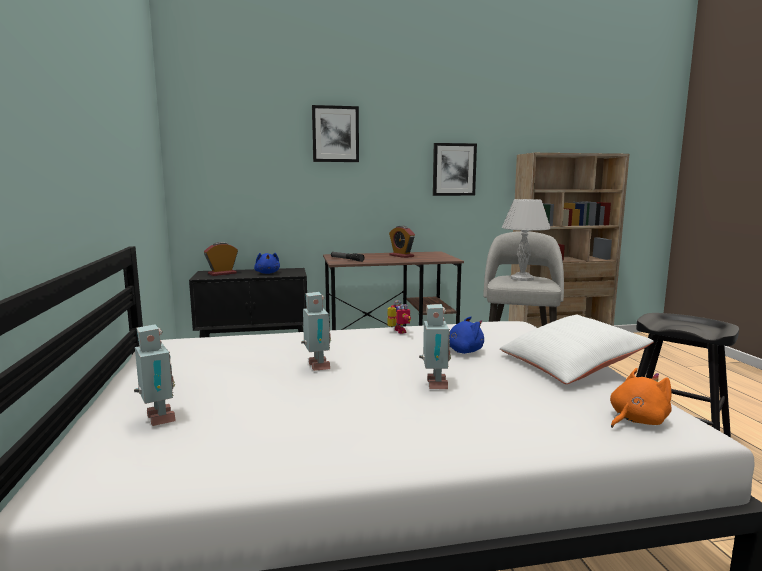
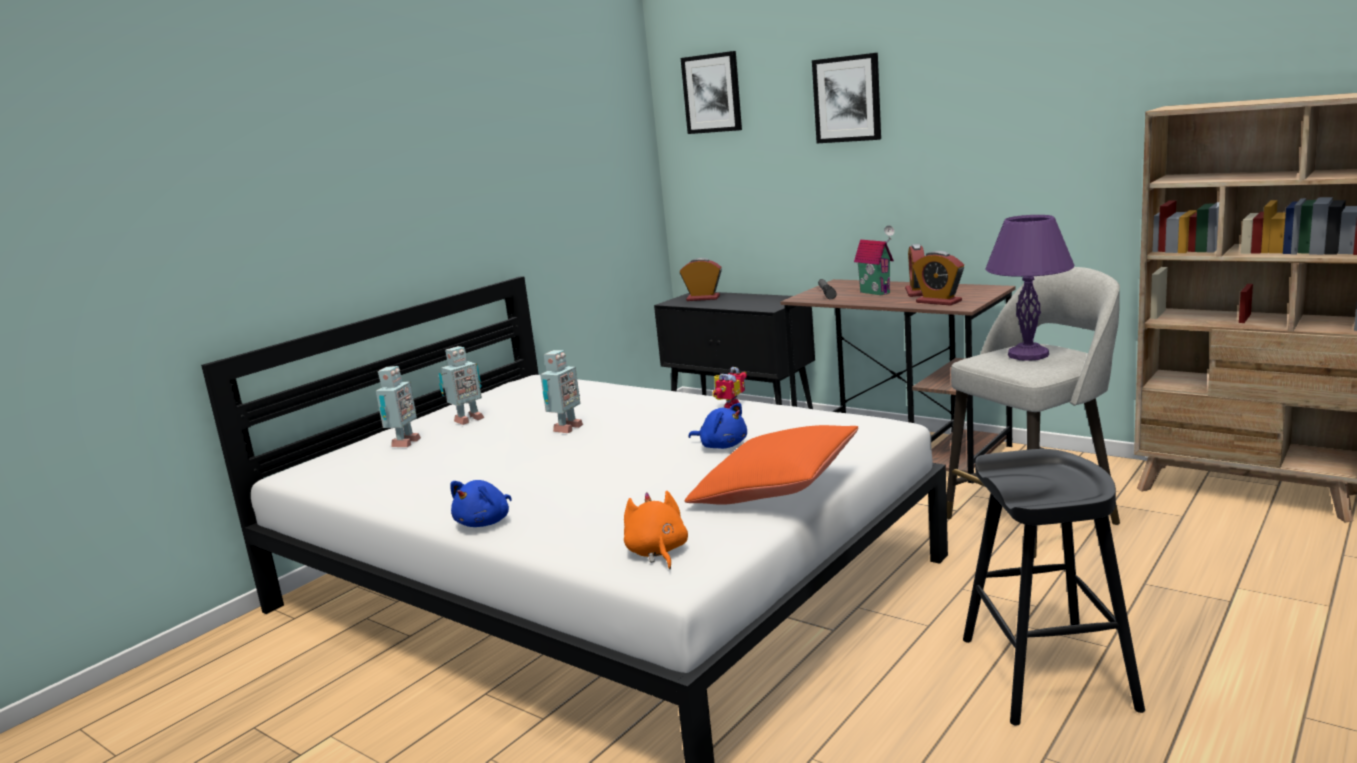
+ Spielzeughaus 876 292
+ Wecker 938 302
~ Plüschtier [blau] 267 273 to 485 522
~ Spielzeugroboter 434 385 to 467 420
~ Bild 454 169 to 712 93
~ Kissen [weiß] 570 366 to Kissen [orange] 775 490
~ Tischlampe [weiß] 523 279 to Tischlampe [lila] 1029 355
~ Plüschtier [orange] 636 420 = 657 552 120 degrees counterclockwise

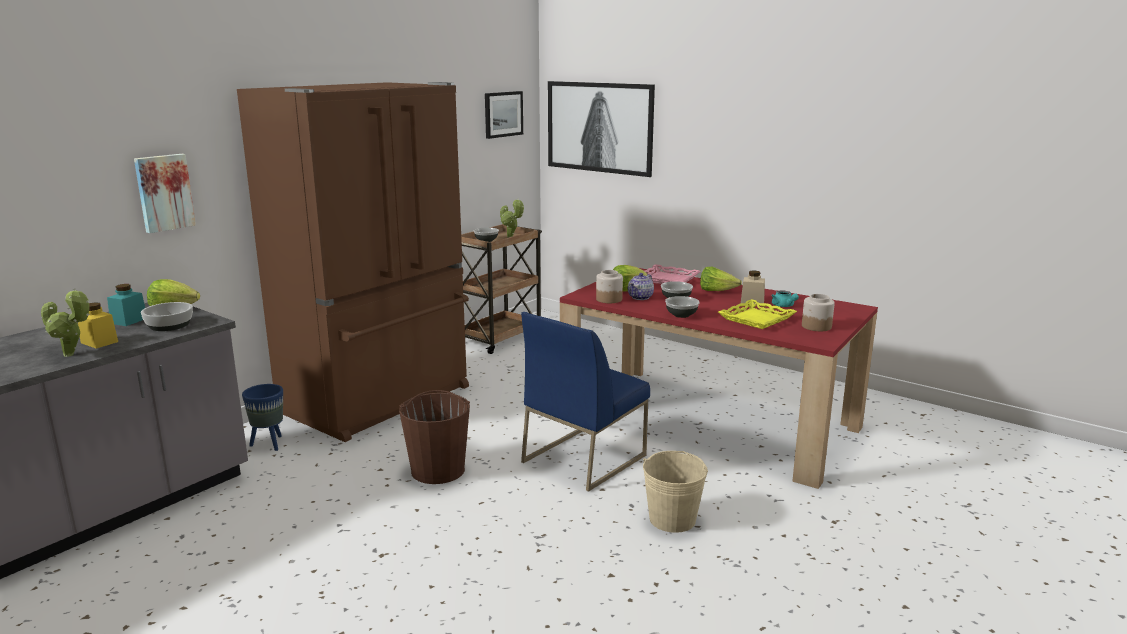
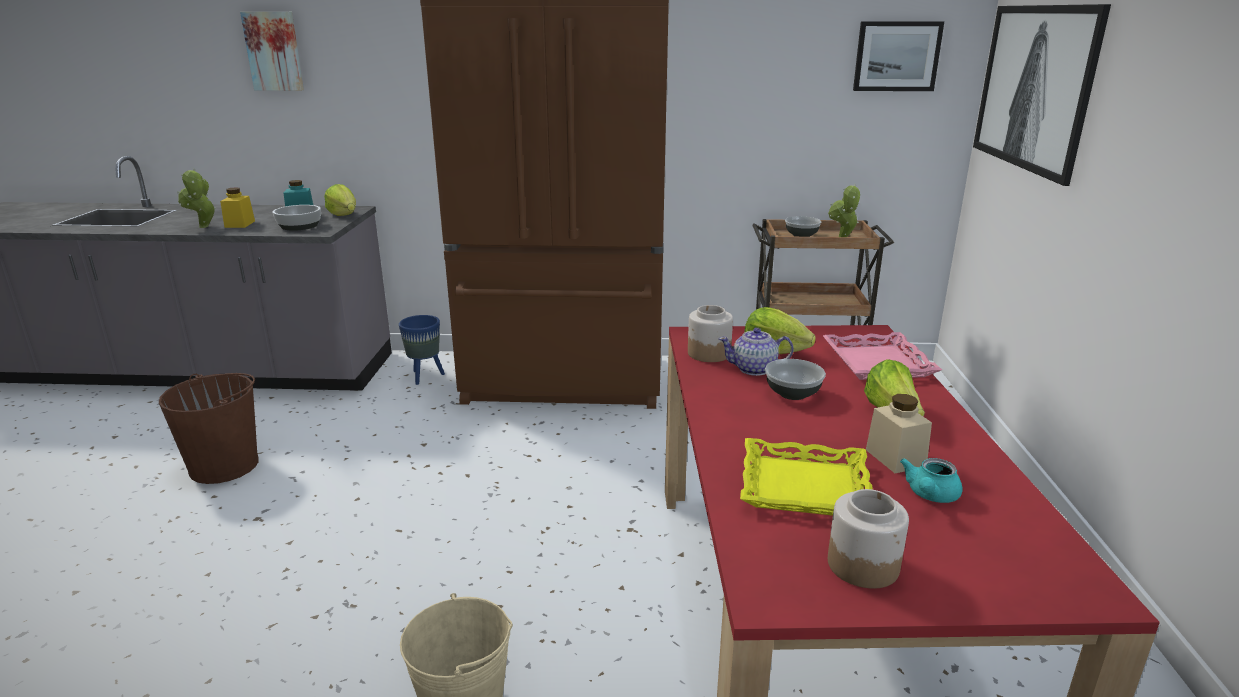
- Stuhl [blau] 584 458
- Schüssel 682 315
~ Bild 164 192 to 274 51
~ Eimer [braun] 438 470 to 225 466

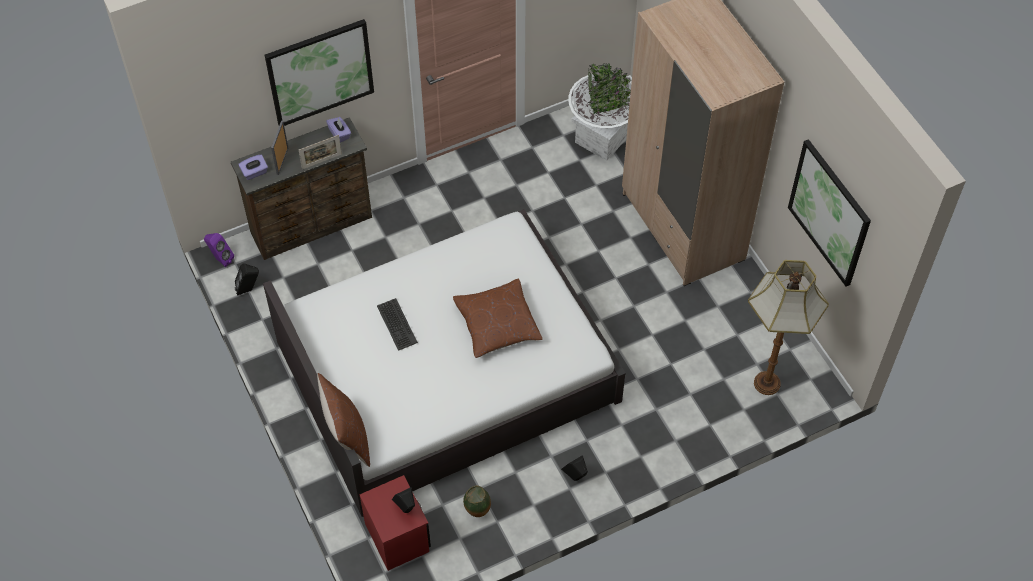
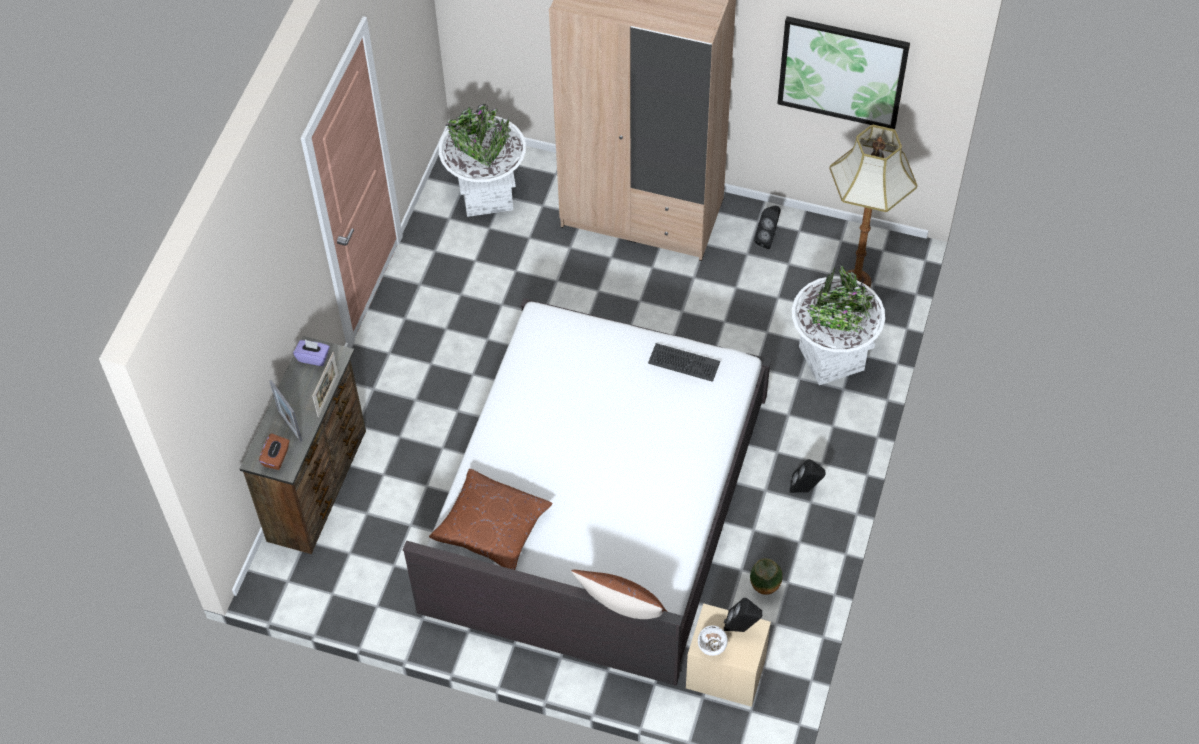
- Lautsprecher [lila] 220 259
- Bild 320 72
+ Schüssel [weiß] 712 648
+ Pflanzkübel [weiß] 831 358
~ Lautsprecher [schwarz] 249 289 to 768 239
~ Tastatur 396 324 to 683 363
~ Kissen [braun] 497 325 to 492 528
~ Taschentuchbox [lila] 254 172 to Taschentuchbox [braun] 276 458
~ Nachttisch [rot] 397 537 to Nachttisch [beige] 726 672

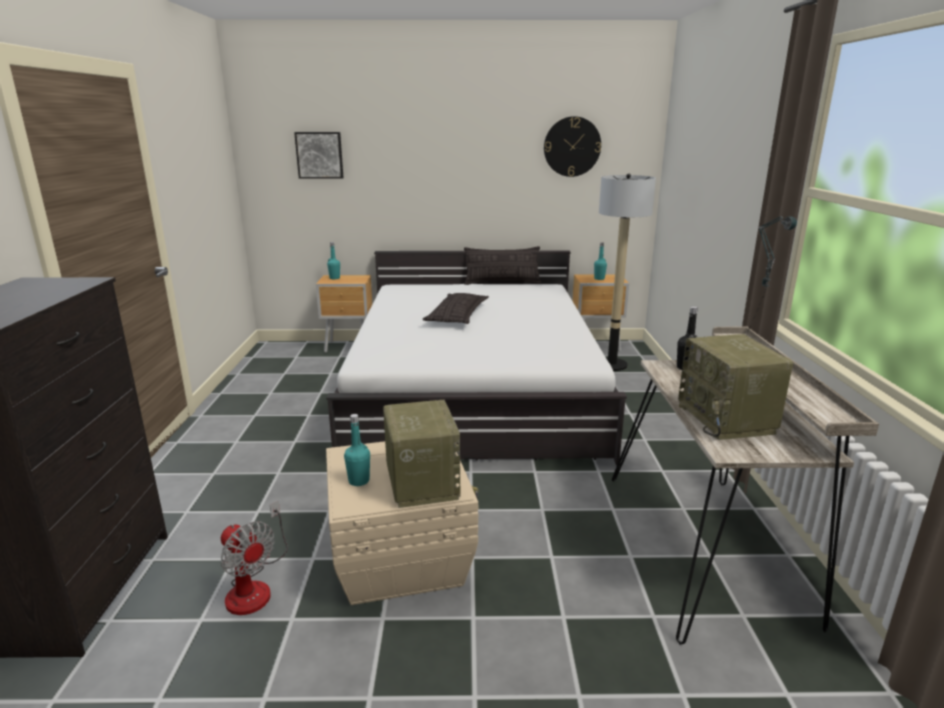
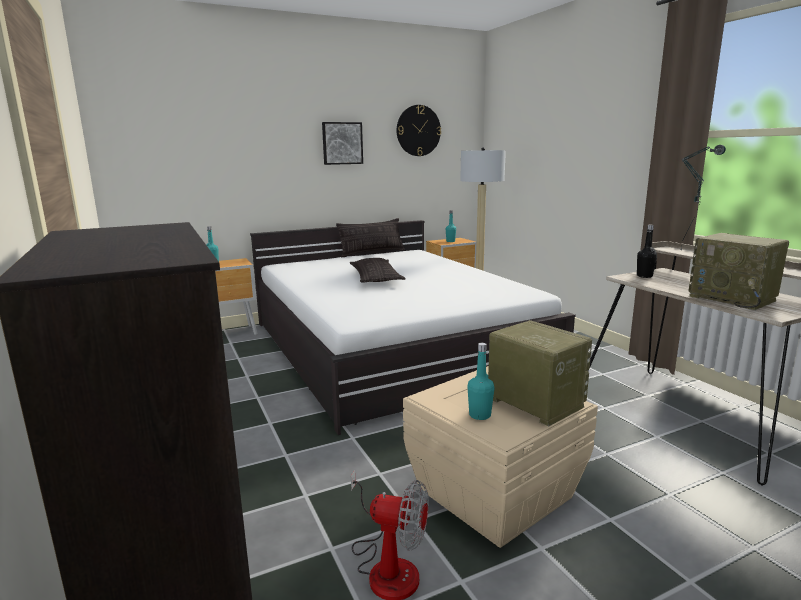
~ Bild 319 155 to 342 143

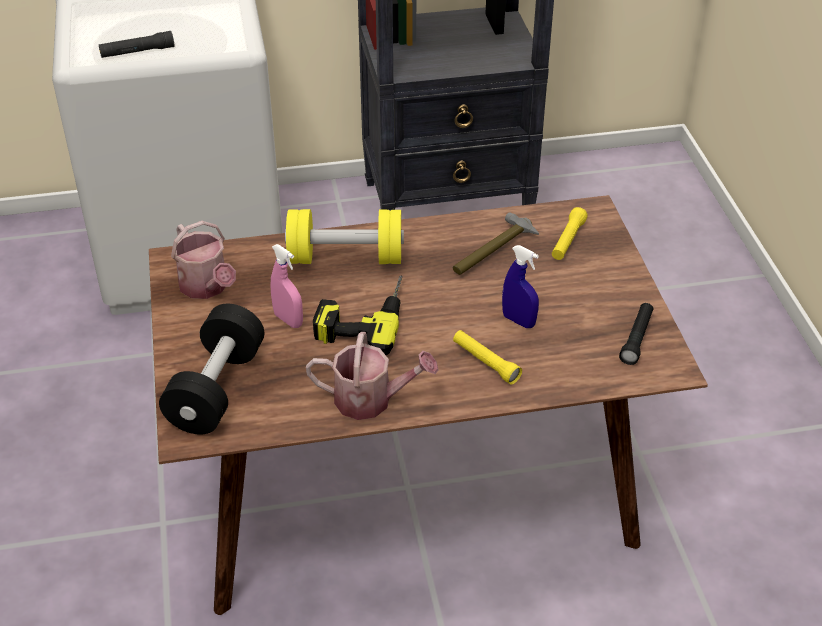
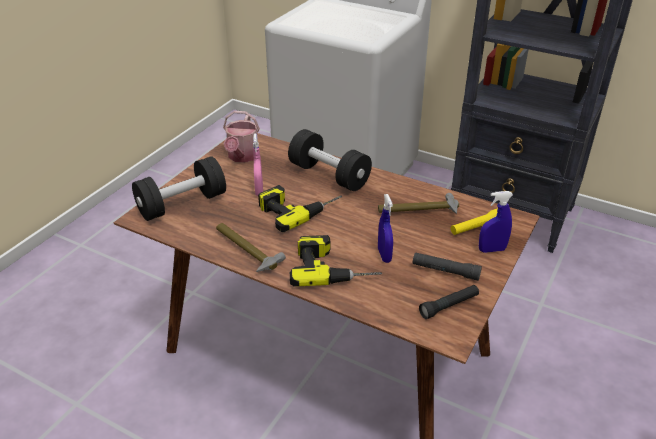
+ Sprühflasche [blau] 492 250
~ Taschenlampe [schwarz] 137 52 to 445 271
~ Gießkanne 371 400 to Hammer 246 250
~ Taschenlampe [gelb] 485 362 to Bohrmaschine 334 266
~ Hantel [gelb] 345 257 to Hantel [schwarz] 329 175

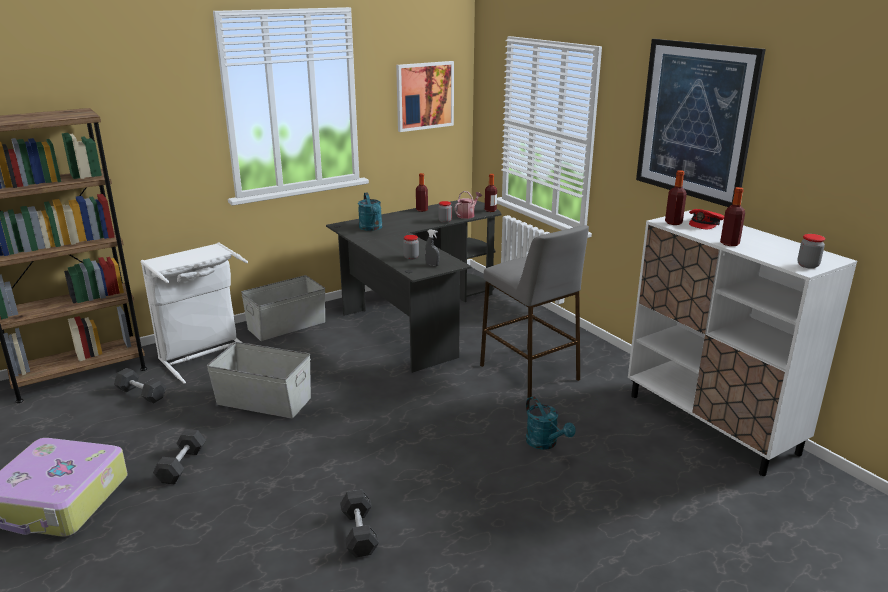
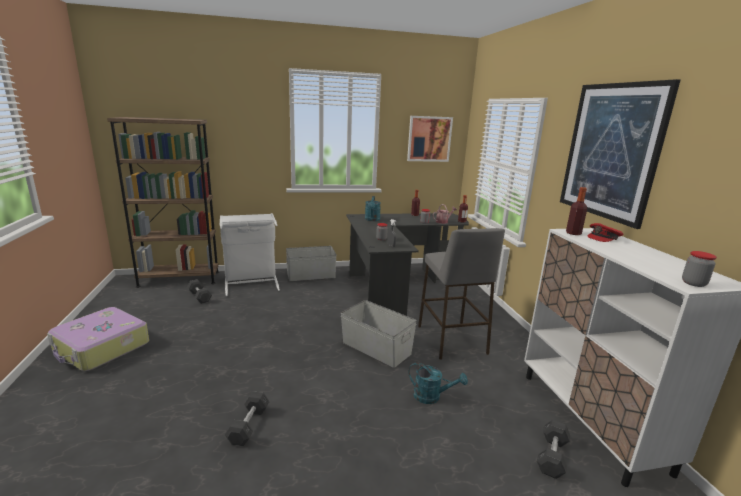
- Flasche 729 243
~ Hantel [grau] 182 465 to 552 456
~ Aufbewahrungsbox [grau] 264 401 to 376 348
~ Gießkanne [türkis] 545 443 = 432 397 60 degrees counterclockwise

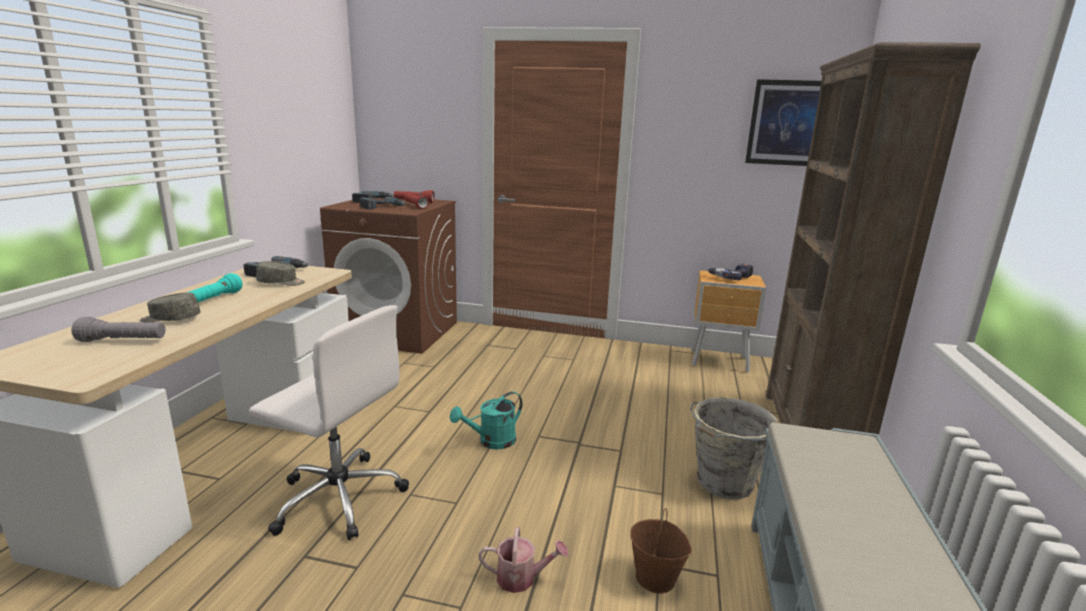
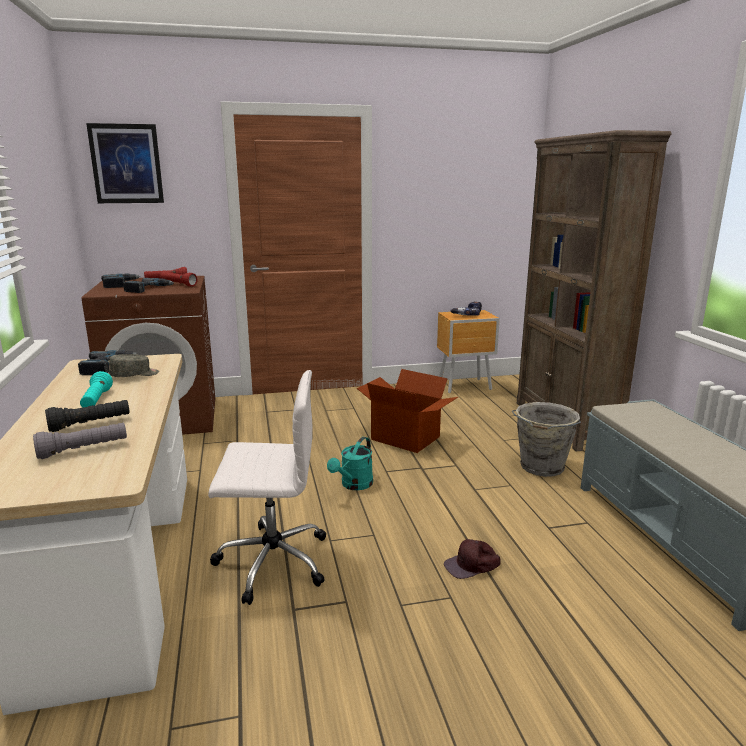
- Eimer [braun] 656 578
+ Karton 406 438
~ Bild 786 123 to 126 164
~ Kappe [grau] 170 319 to Taschenlampe [schwarz] 90 424
~ Gießkanne 522 578 to Kappe [braun] 472 565

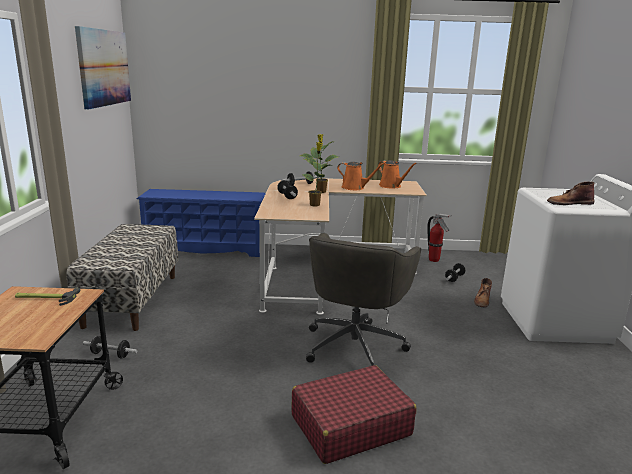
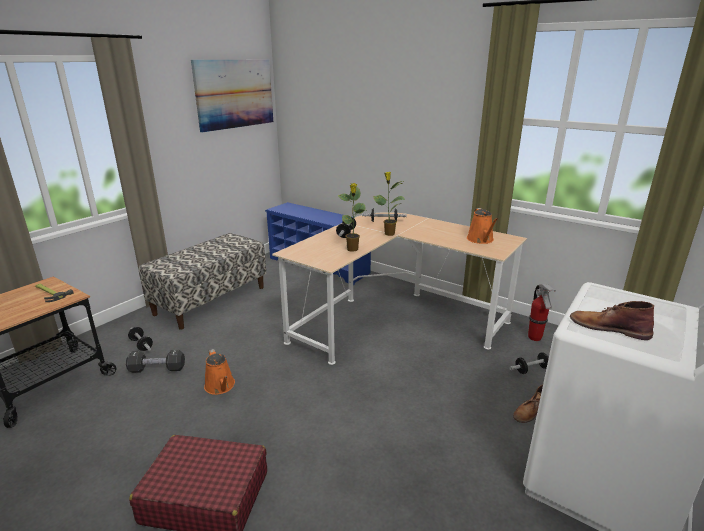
- Bürostuhl [grau] 355 345
+ Hantel [schwarz] 157 369
~ Gießkanne [orange] 355 188 to 220 386

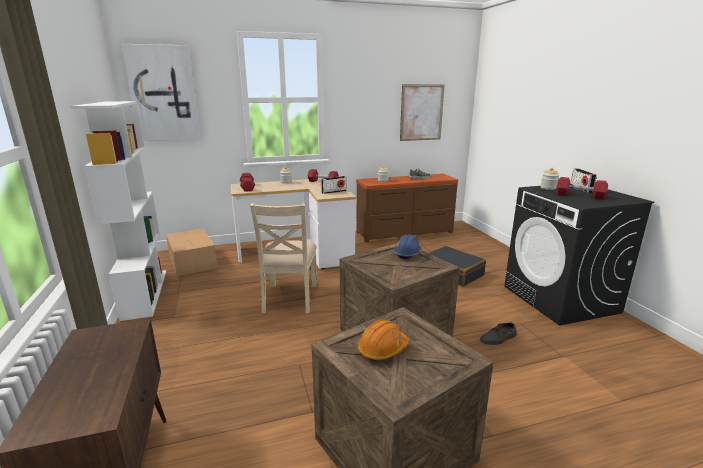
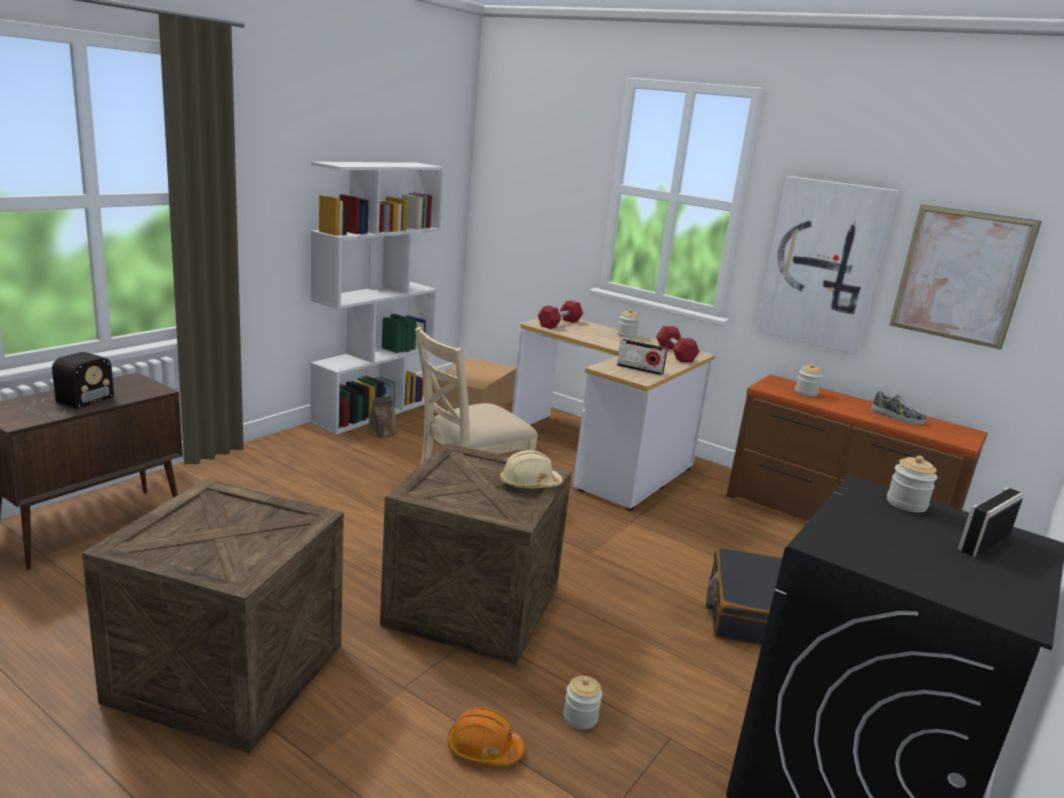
- Hantel [rot] 579 195
+ Radio 68 403
+ Gießkanne [braun] 381 433
~ Bild 163 94 to 823 264
~ Schutzhelm [orange] 382 349 to 483 749
~ Schuh [grau] 498 338 to Vorratsglas 580 717
~ Schutzhelm [blau] 407 253 to Schutzhelm [beige] 529 483

